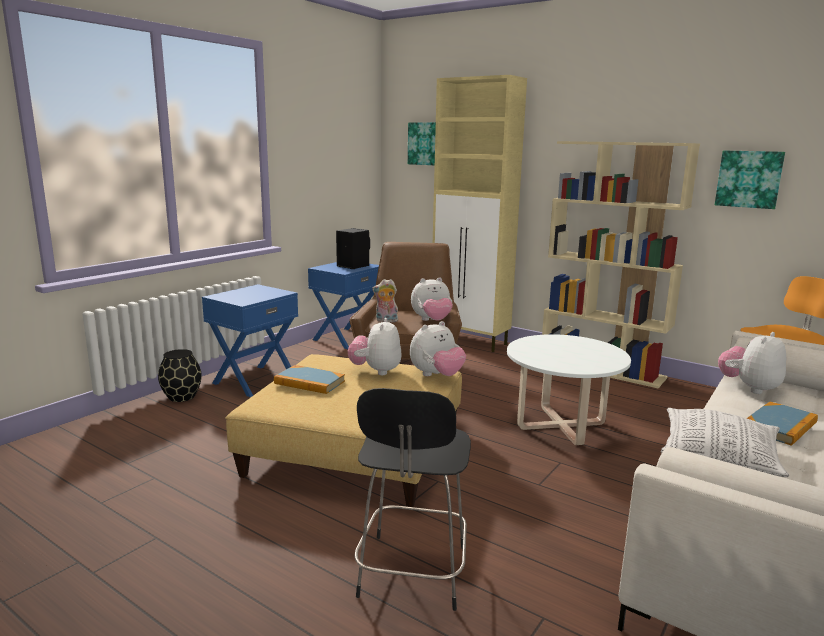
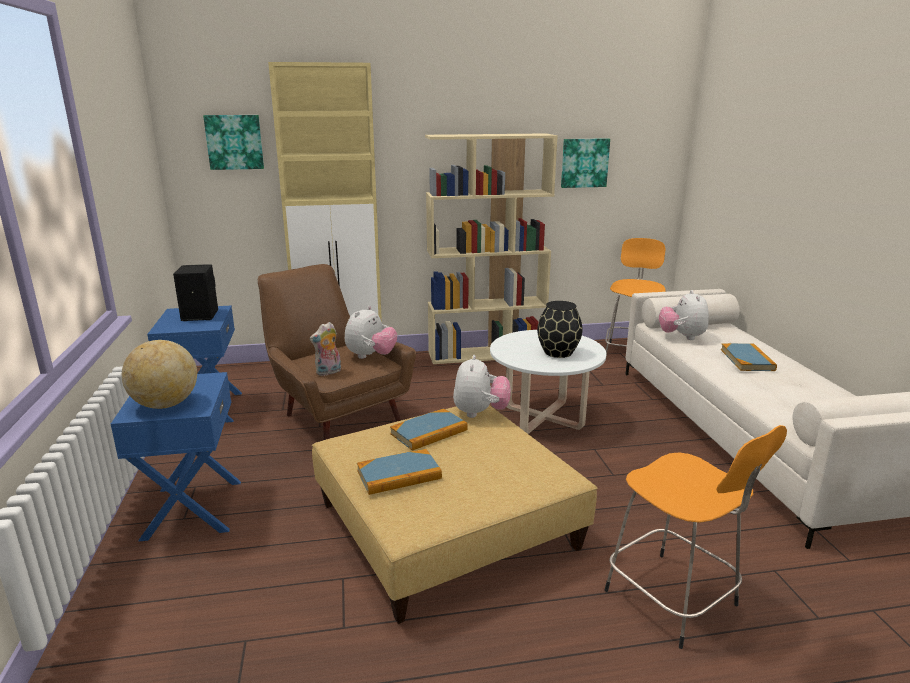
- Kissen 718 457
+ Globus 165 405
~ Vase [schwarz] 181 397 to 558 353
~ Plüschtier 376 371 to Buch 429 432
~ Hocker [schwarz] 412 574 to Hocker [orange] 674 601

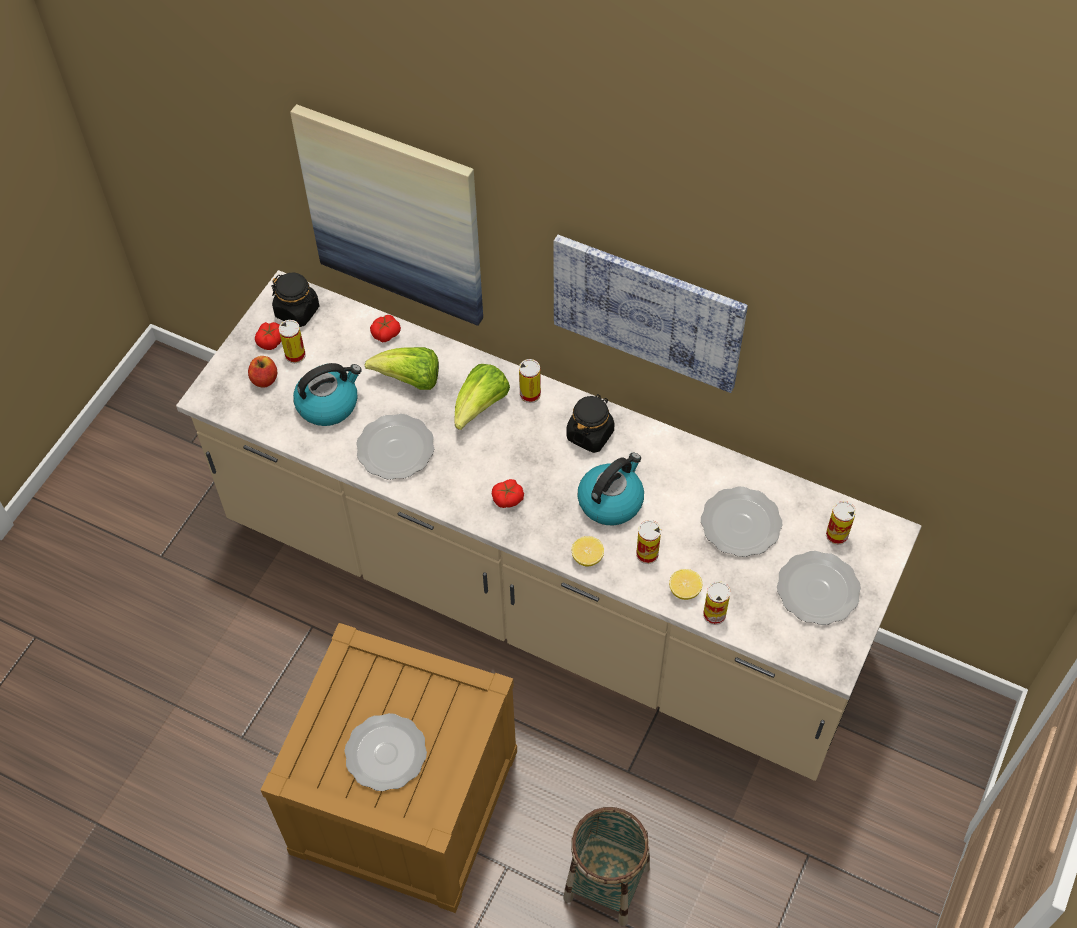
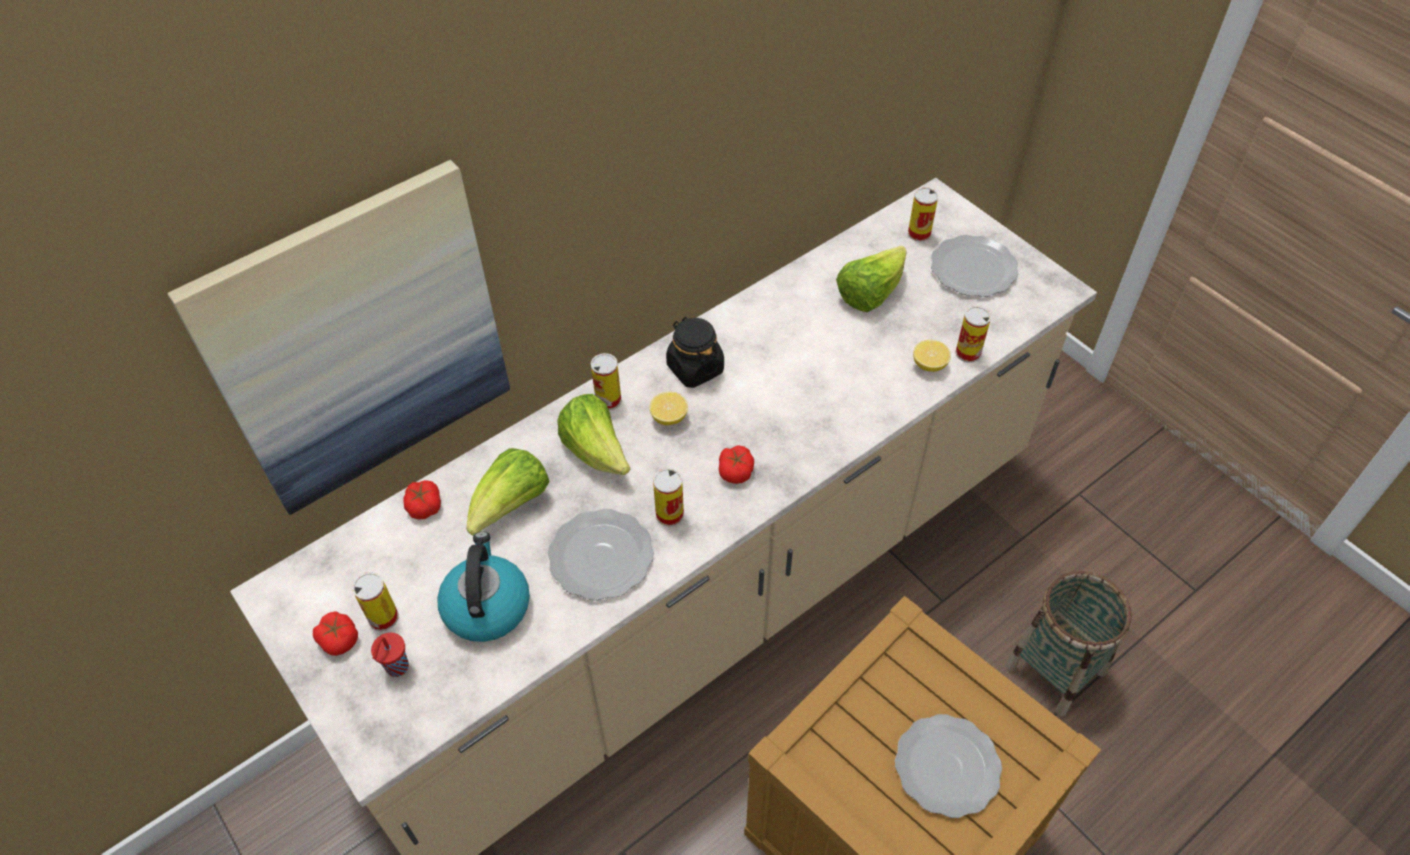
- Vorratsglas [schwarz] 297 311
- Bild 648 311
- Wasserkessel 611 500
~ Zitrone 587 557 to 669 417
~ Dose 647 554 to 669 514
~ Apfel 264 379 to Tasse [rot] 396 668
~ Teller 740 522 to Salatkopf 870 293

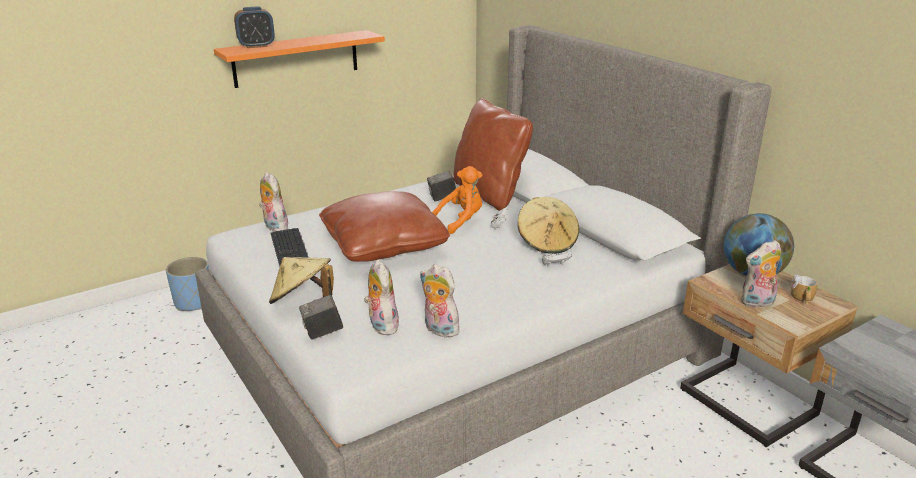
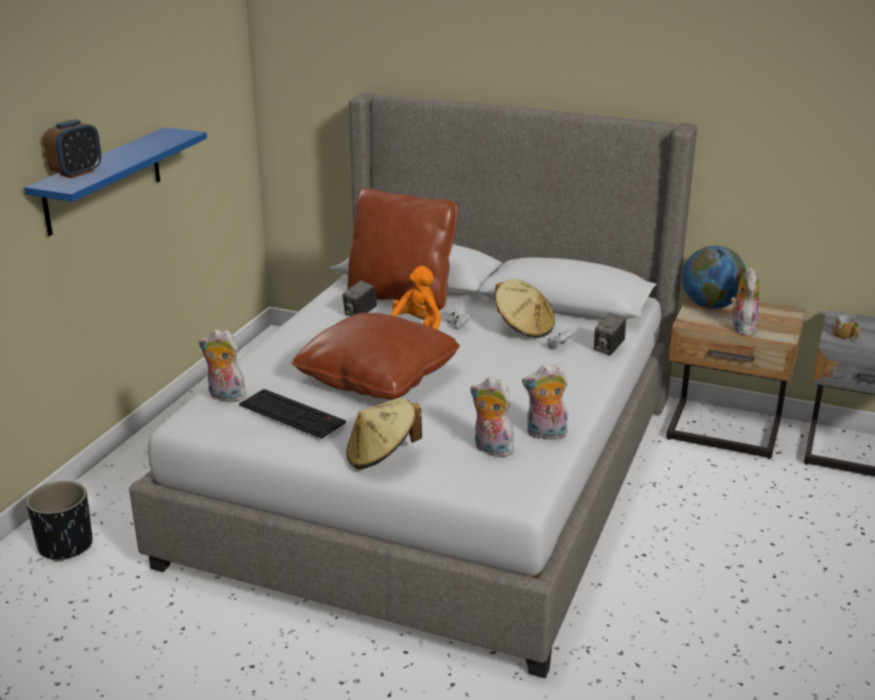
~ Kamera 322 332 to 608 349
~ Henkelbecher 802 299 to 845 336
~ Pflanzkübel [blau] 193 302 to Pflanzkübel [schwarz] 65 546
~ Wandregal [orange] 296 58 to Wandregal [blau] 103 180
~ Plüschtier 757 303 = 741 328 150 degrees clockwise

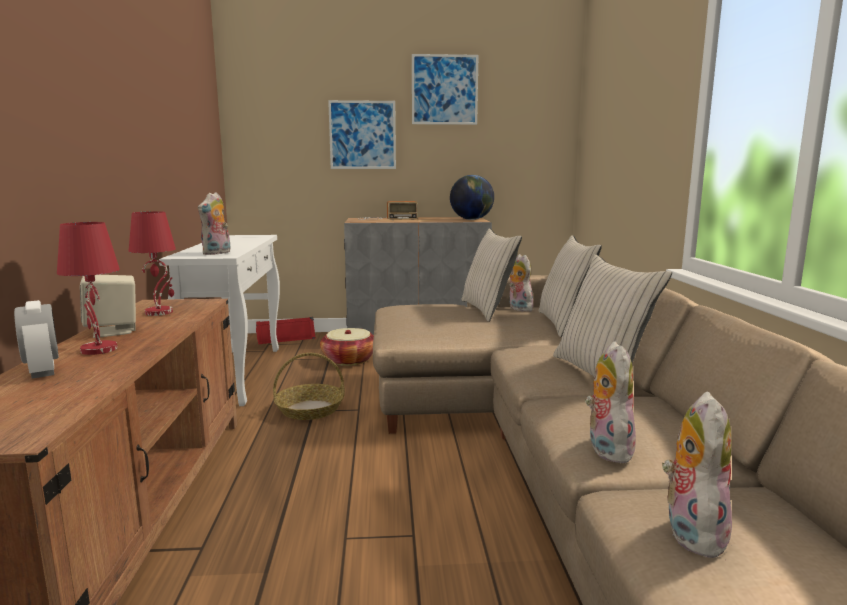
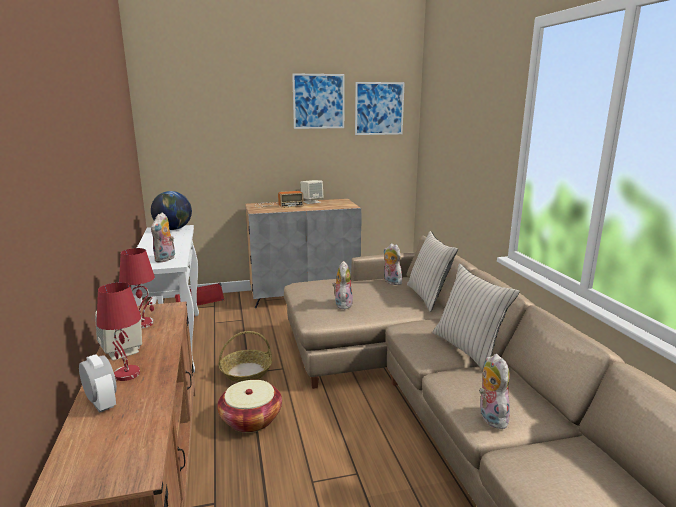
- Kissen [beige] 488 310
+ Lautsprecher [beige] 311 202
~ Korb 349 360 to 251 419
~ Bild 362 135 to 379 108
~ Globus 471 219 to 173 229
~ Plüschtier 690 531 to 342 304

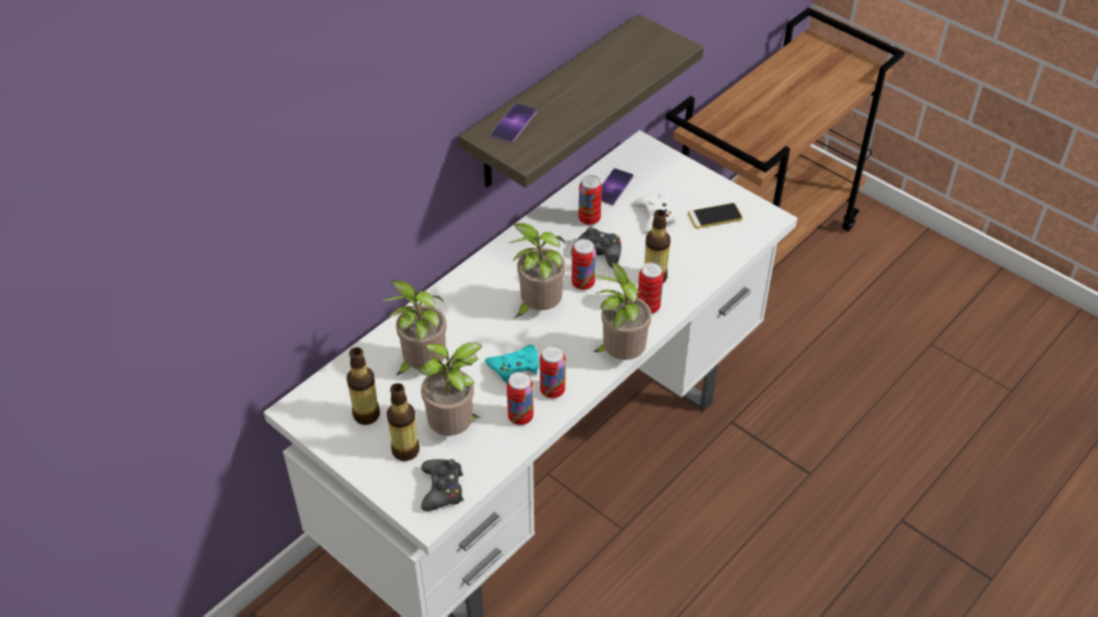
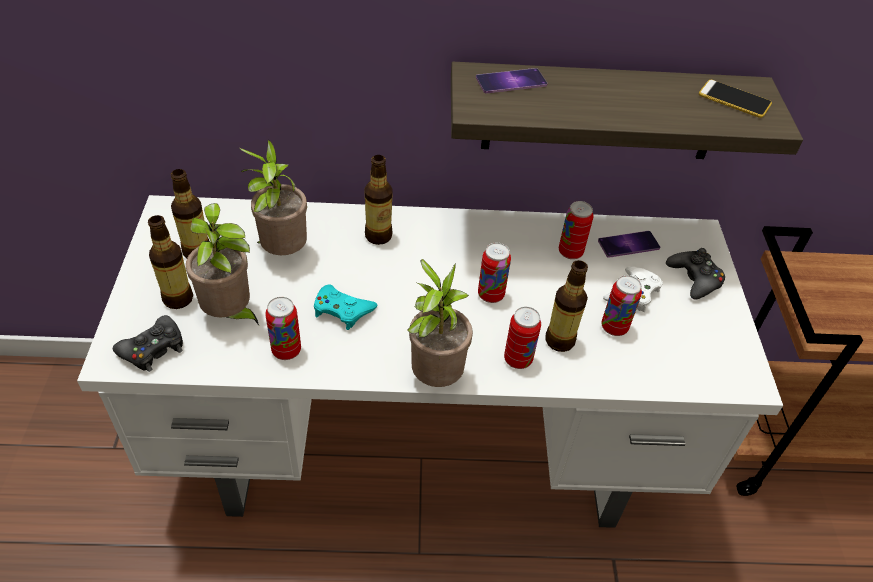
- Topfpflanze 538 308
+ Flasche 378 236
~ Dose 552 390 to 614 327
~ Gamepad [schwarz] 598 253 to 694 279
~ Handy 715 216 to 734 99

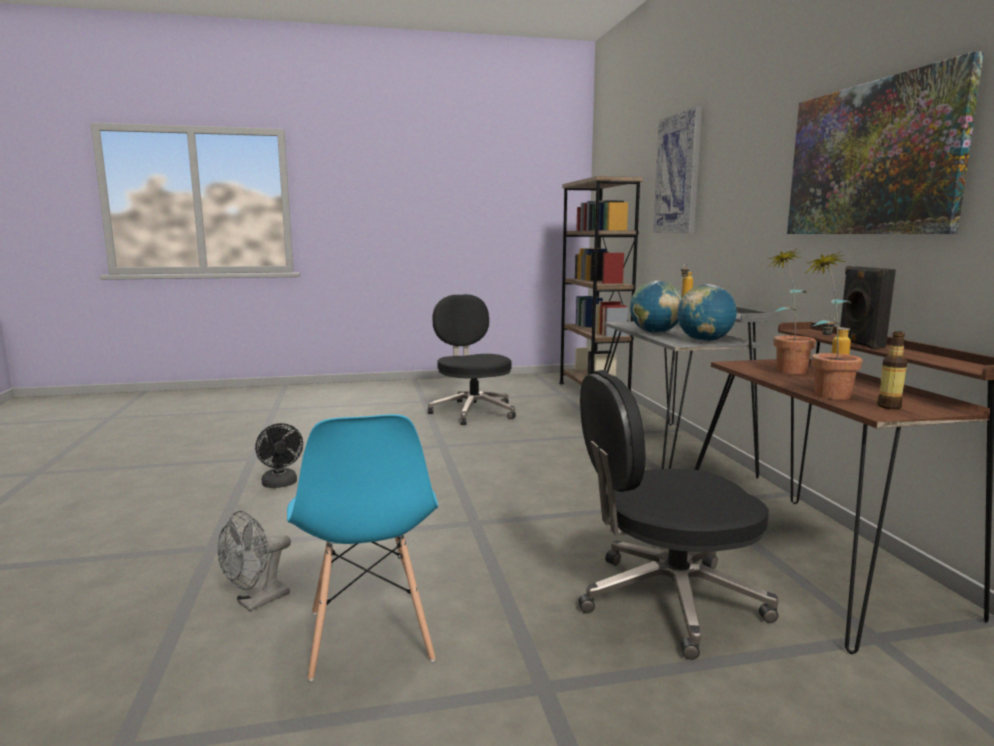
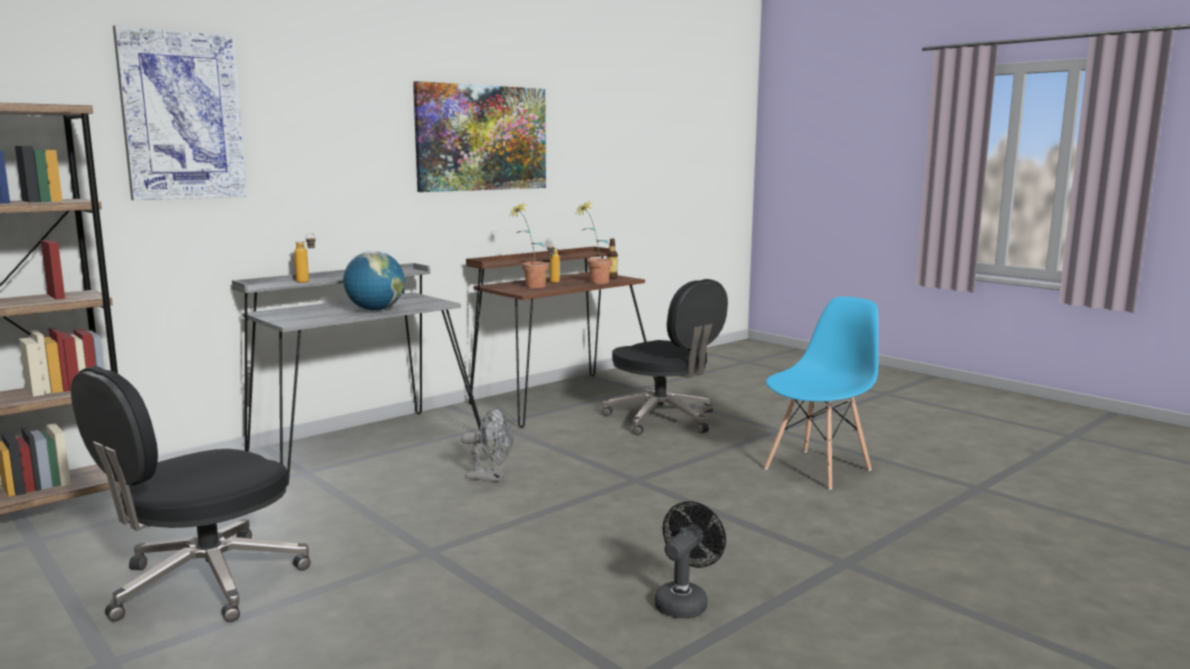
- Globus 704 341
- Lautsprecher [schwarz] 859 344
~ Ventilator [grau] 256 602 to 491 477

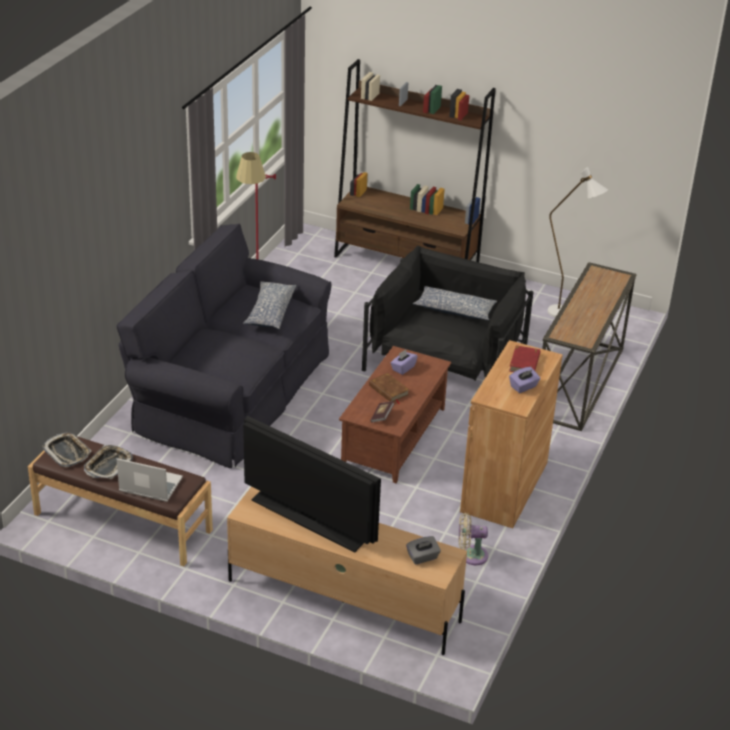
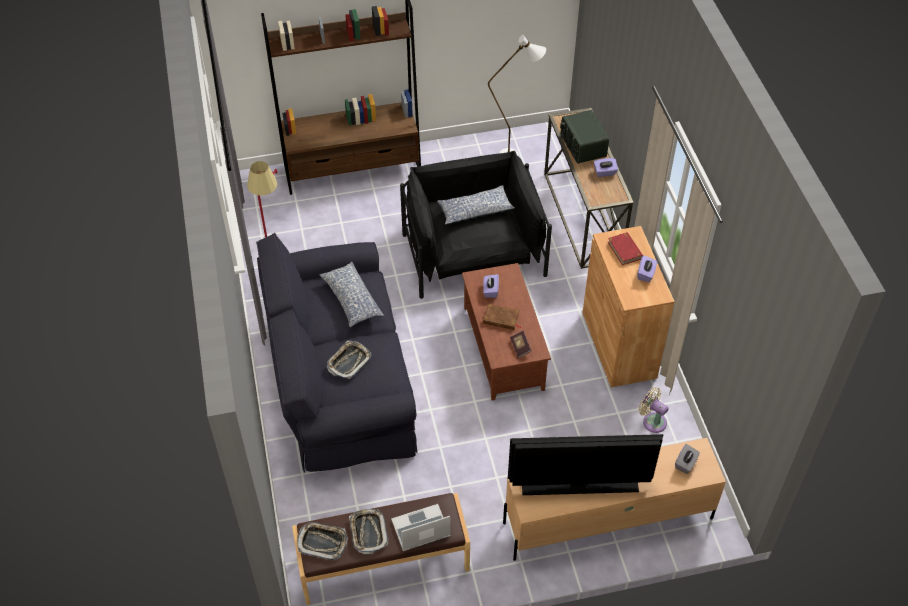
+ Tablett 349 362
+ Radio 582 146
+ Taschentuchbox [lila] 605 172
~ Ventilator [beige] 471 555 = 652 421 75 degrees clockwise

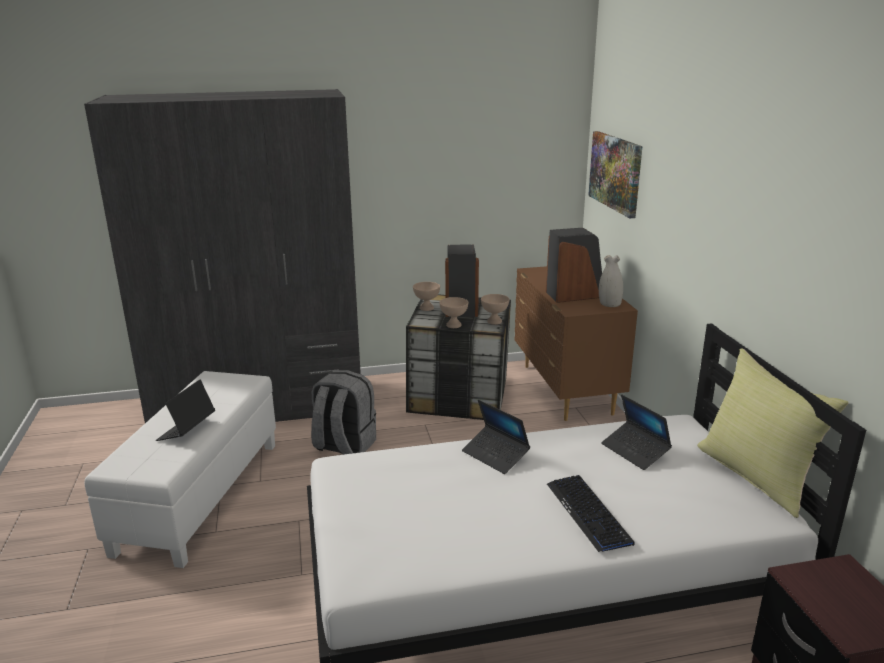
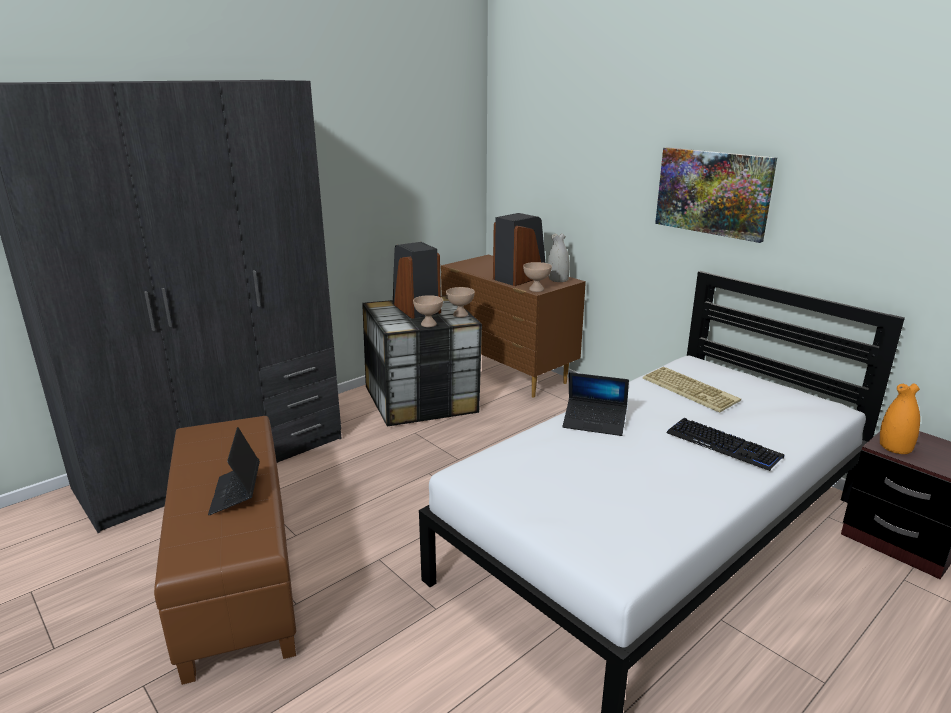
- Rucksack [grau] 344 446
- Kissen [gelb] 757 476
+ Vase [orange] 894 448
~ Schüssel [beige] 426 308 to 537 289
~ Bild 616 172 to 713 192
~ Laptop 635 451 to Tastatur 691 390
~ Polsterhocker [weiß] 200 494 to Polsterhocker [braun] 236 573

